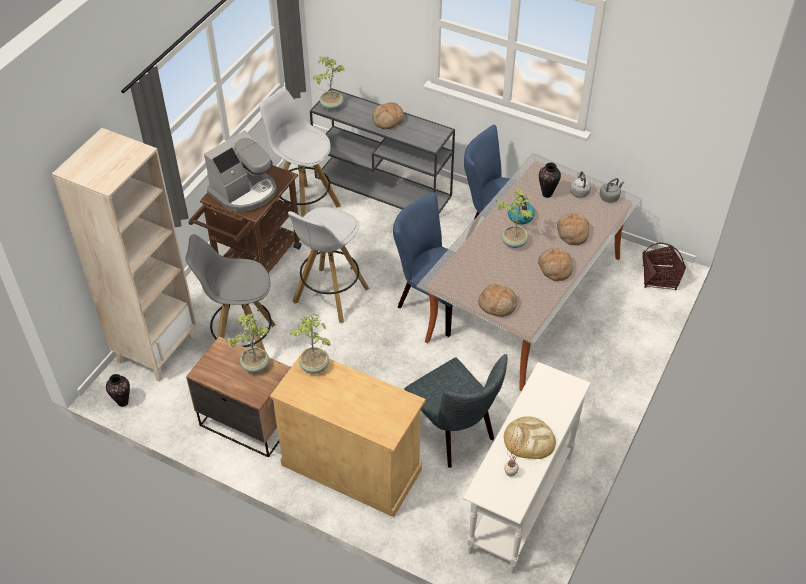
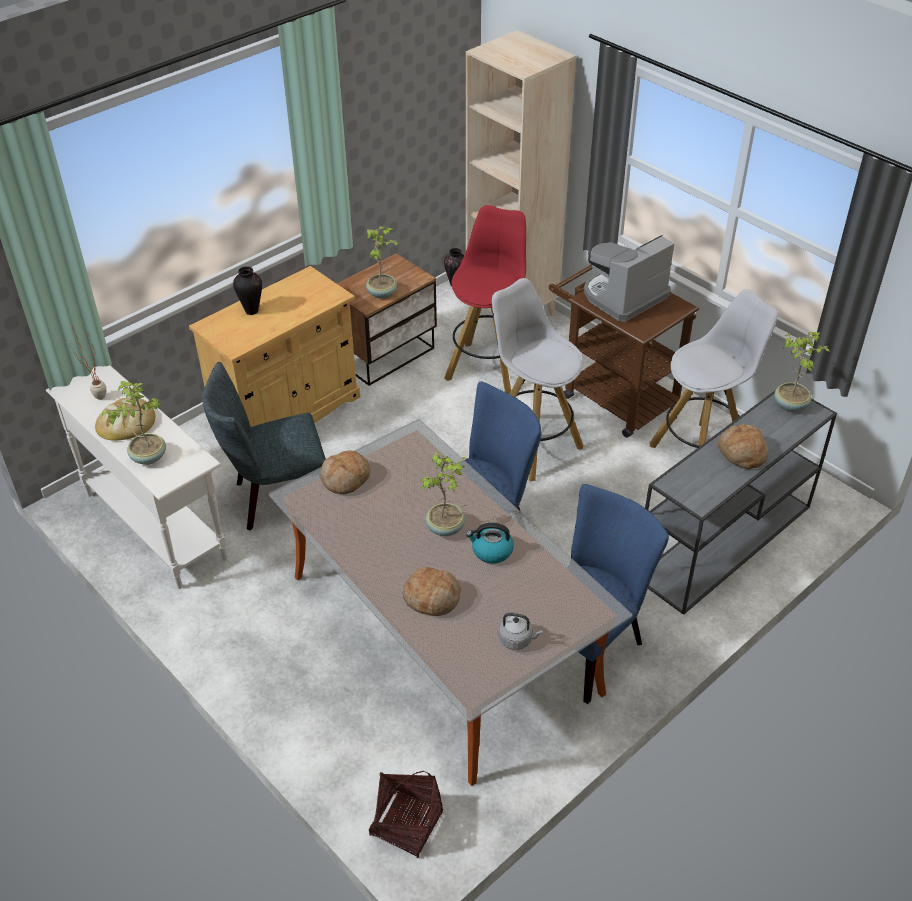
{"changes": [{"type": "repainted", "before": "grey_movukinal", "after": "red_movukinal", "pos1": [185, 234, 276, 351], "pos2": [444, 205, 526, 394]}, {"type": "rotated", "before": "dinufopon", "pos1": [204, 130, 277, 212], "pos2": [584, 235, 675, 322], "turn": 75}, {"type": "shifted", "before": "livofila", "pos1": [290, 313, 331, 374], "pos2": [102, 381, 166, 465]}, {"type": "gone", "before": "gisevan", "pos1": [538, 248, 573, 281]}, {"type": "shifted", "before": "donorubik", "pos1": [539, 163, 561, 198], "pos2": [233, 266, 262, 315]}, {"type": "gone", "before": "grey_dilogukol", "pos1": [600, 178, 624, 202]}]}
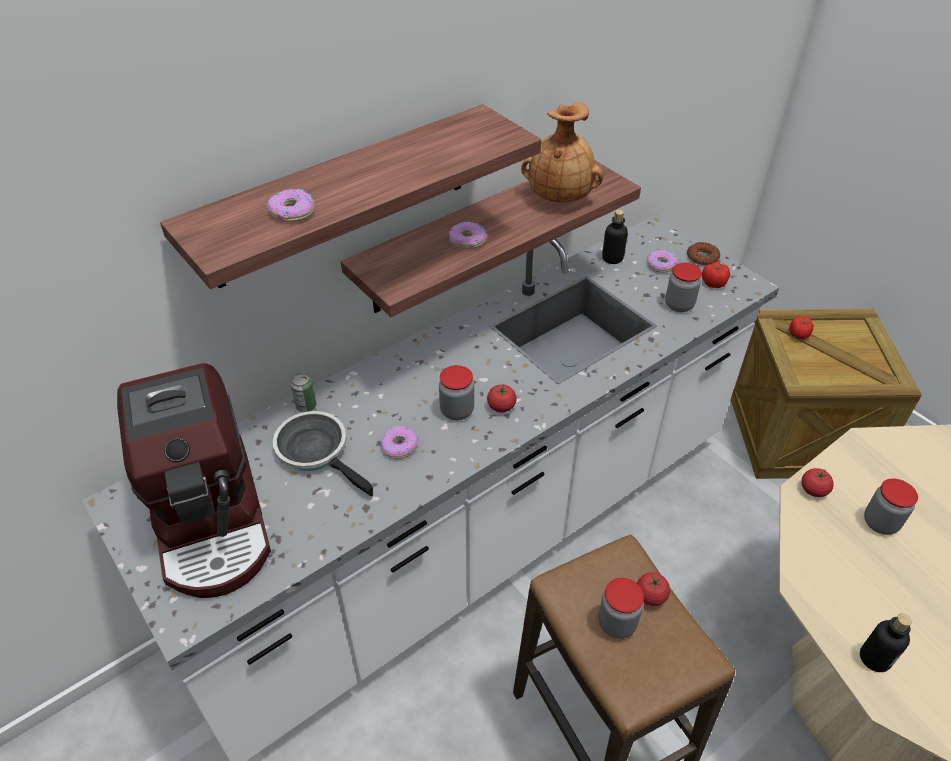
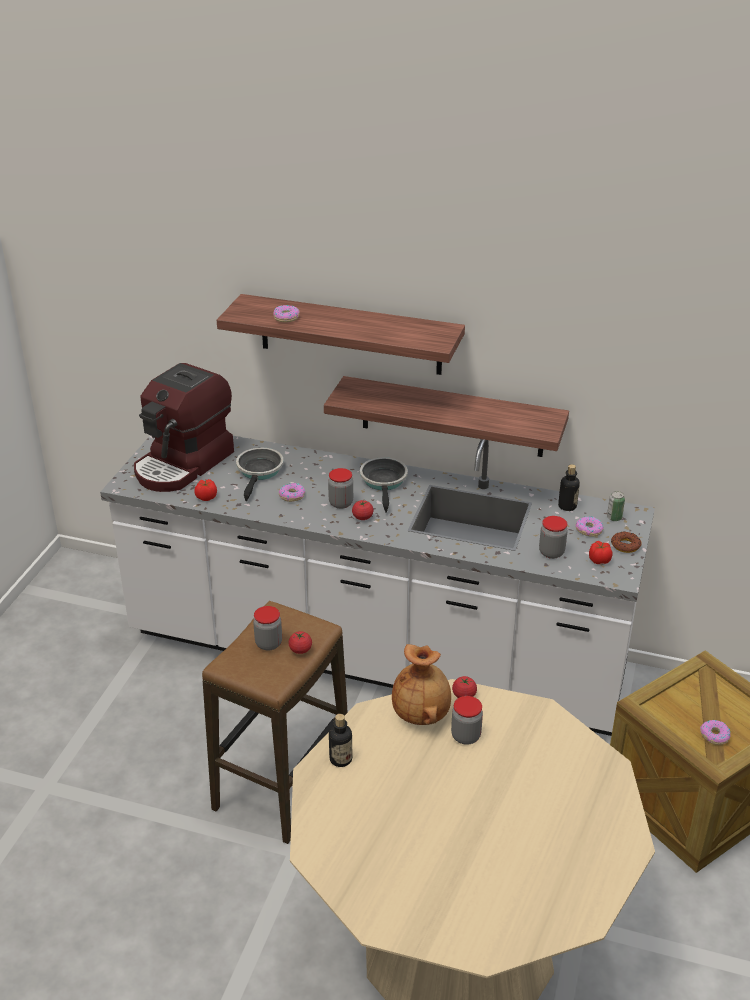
{"changes": [{"type": "shifted", "before": "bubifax", "pos1": [291, 373, 316, 412], "pos2": [607, 491, 625, 521]}, {"type": "shifted", "before": "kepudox", "pos1": [449, 221, 487, 249], "pos2": [700, 720, 731, 745]}, {"type": "shifted", "before": "brown_donorubik", "pos1": [521, 102, 603, 203], "pos2": [392, 644, 451, 725]}, {"type": "shifted", "before": "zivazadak", "pos1": [789, 316, 814, 339], "pos2": [194, 479, 217, 501]}, {"type": "new", "after": "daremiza", "pos2": [360, 457, 408, 513]}]}
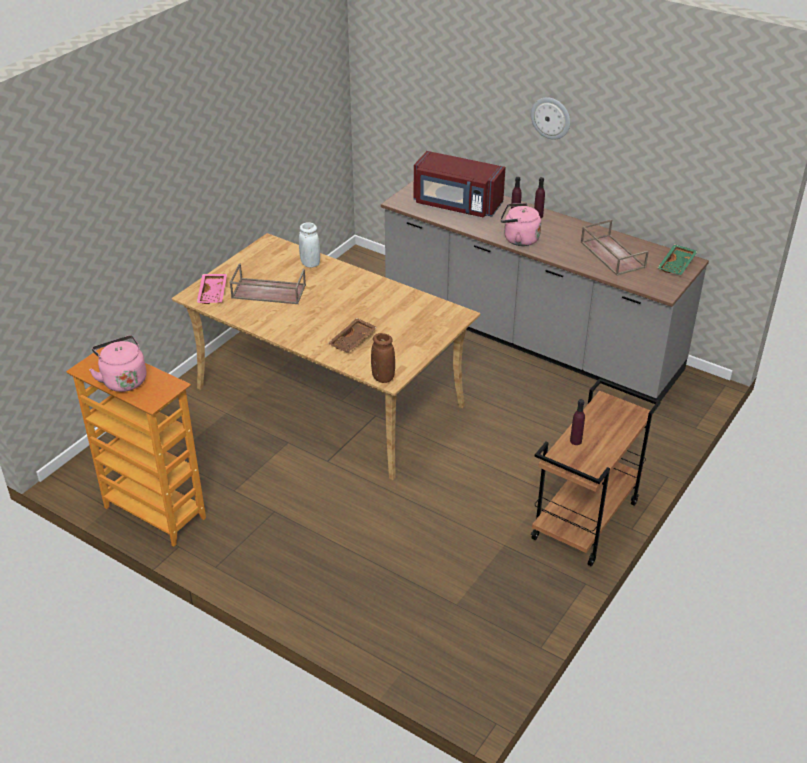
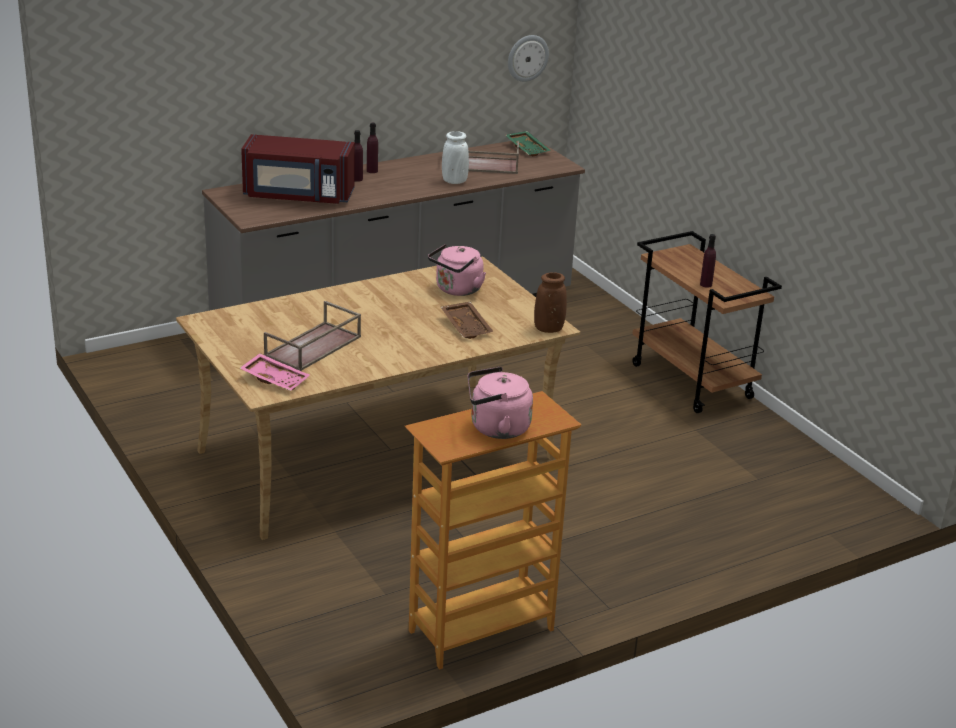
{"changes": [{"type": "shifted", "before": "white_donorubik", "pos1": [299, 222, 320, 268], "pos2": [442, 131, 469, 184]}, {"type": "rotated", "before": "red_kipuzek", "pos1": [413, 151, 505, 218], "pos2": [241, 134, 355, 204], "turn": 45}, {"type": "shifted", "before": "pink_dilogukol", "pos1": [500, 203, 541, 246], "pos2": [428, 244, 486, 296]}, {"type": "shifted", "before": "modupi", "pos1": [531, 97, 570, 140], "pos2": [508, 35, 549, 82]}]}
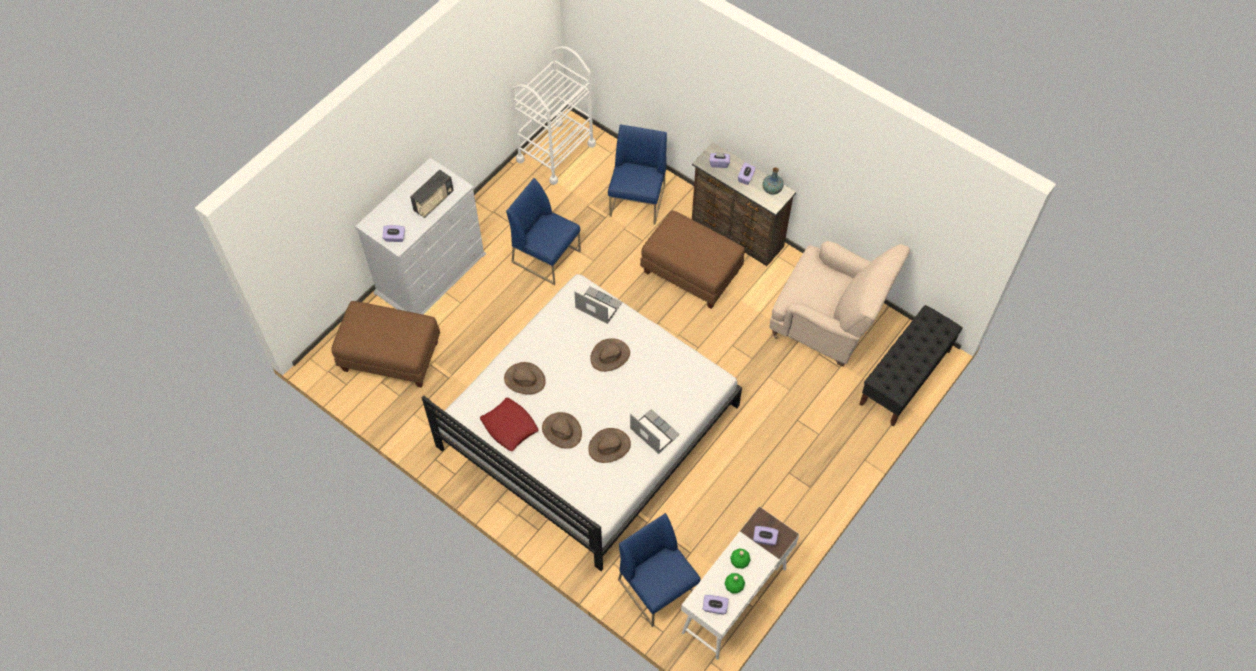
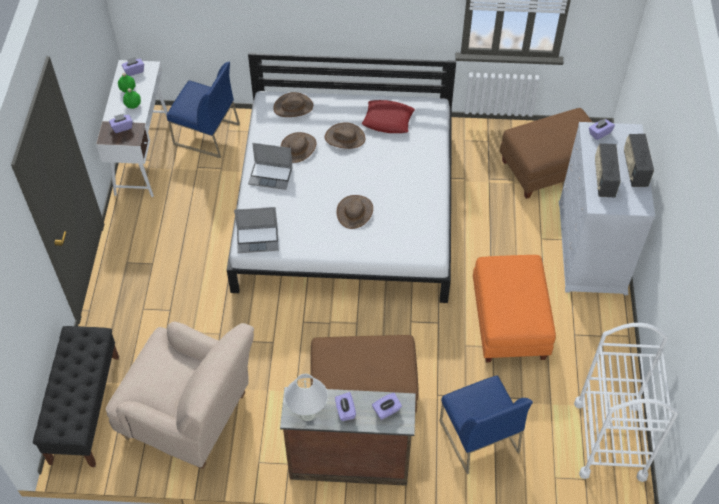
{"changes": [{"type": "shifted", "before": "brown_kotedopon", "pos1": [504, 362, 546, 394], "pos2": [273, 92, 313, 117]}, {"type": "swapped", "before": "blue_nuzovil", "after": "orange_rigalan", "pos1": [506, 178, 581, 285], "pos2": [473, 255, 556, 362]}, {"type": "shifted", "before": "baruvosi", "pos1": [574, 287, 622, 324], "pos2": [234, 207, 279, 253]}, {"type": "swapped", "before": "donorubik", "after": "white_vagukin", "pos1": [763, 167, 784, 195], "pos2": [285, 374, 328, 421]}, {"type": "rotated", "before": "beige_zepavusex", "pos1": [769, 241, 910, 367], "pos2": [106, 322, 254, 469], "turn": -150}, {"type": "new", "after": "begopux", "pos2": [624, 134, 654, 187]}]}
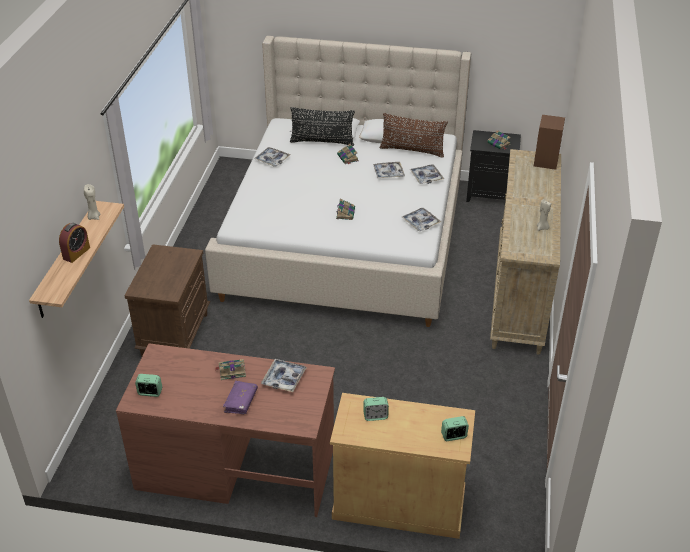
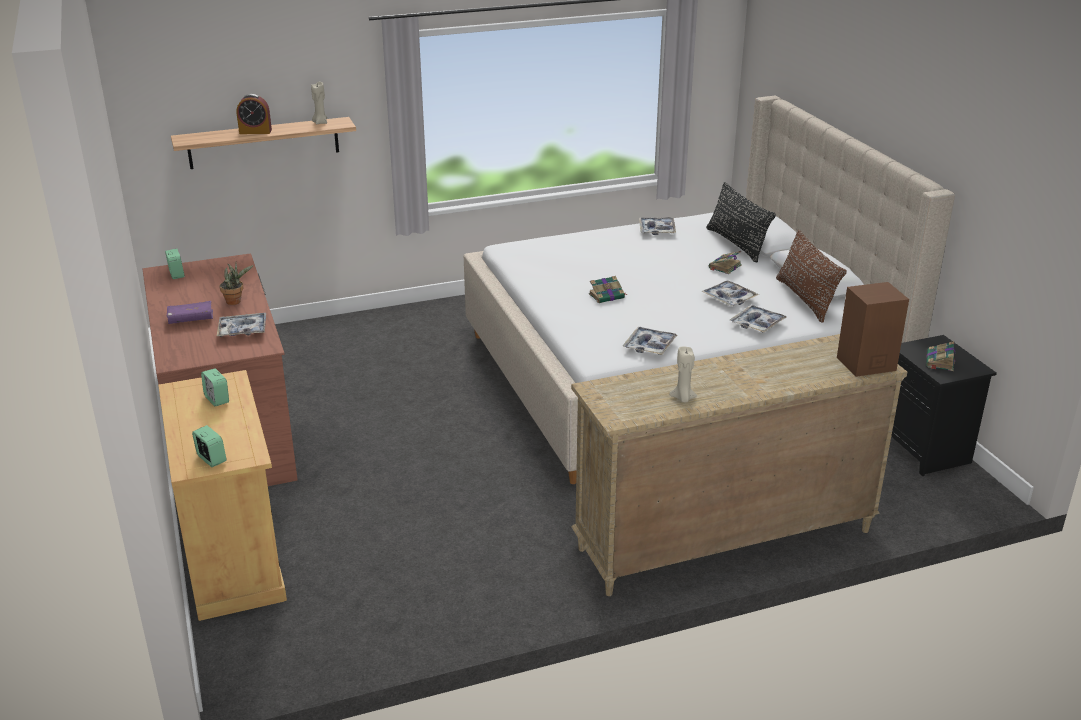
{"changes": [{"type": "gone", "before": "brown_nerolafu", "pos1": [124, 244, 210, 356]}, {"type": "swapped", "before": "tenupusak", "after": "livofila", "pos1": [215, 359, 246, 380], "pos2": [220, 263, 254, 305]}]}
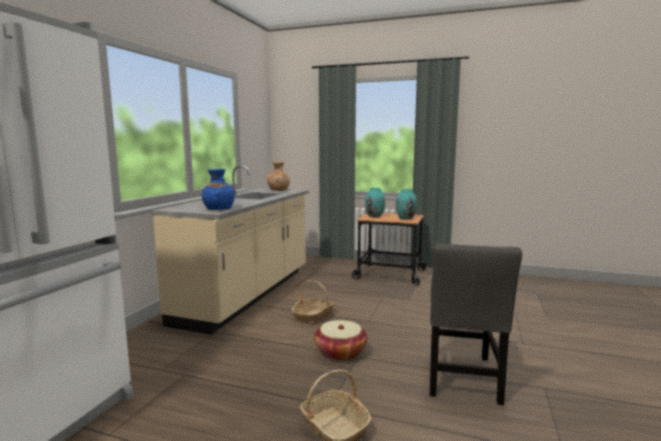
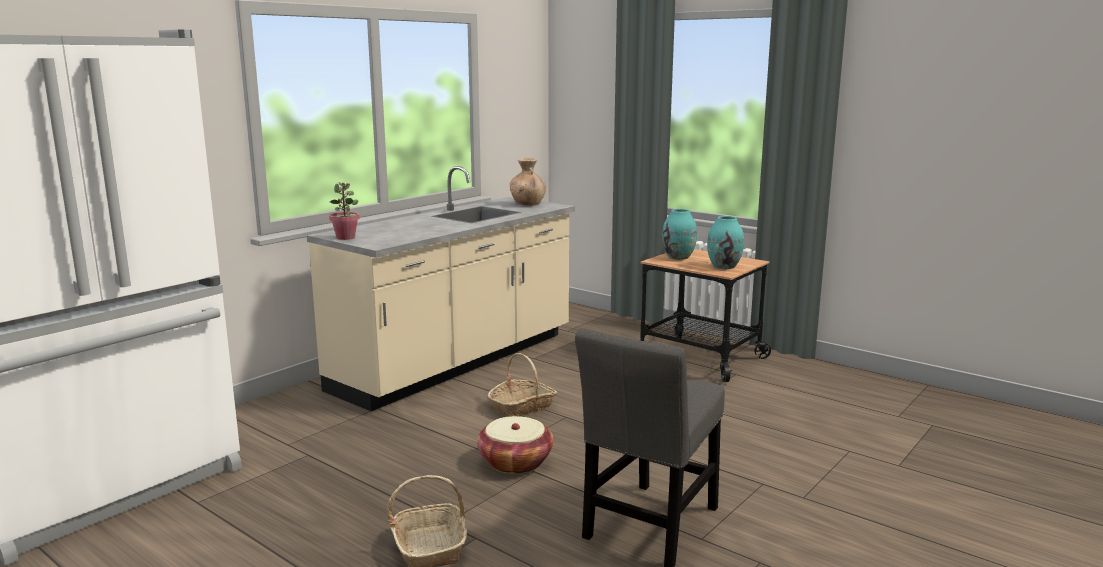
{"changes": [{"type": "gone", "before": "blue_donorubik", "pos1": [202, 169, 235, 210]}, {"type": "new", "after": "livofila", "pos2": [329, 182, 360, 240]}]}
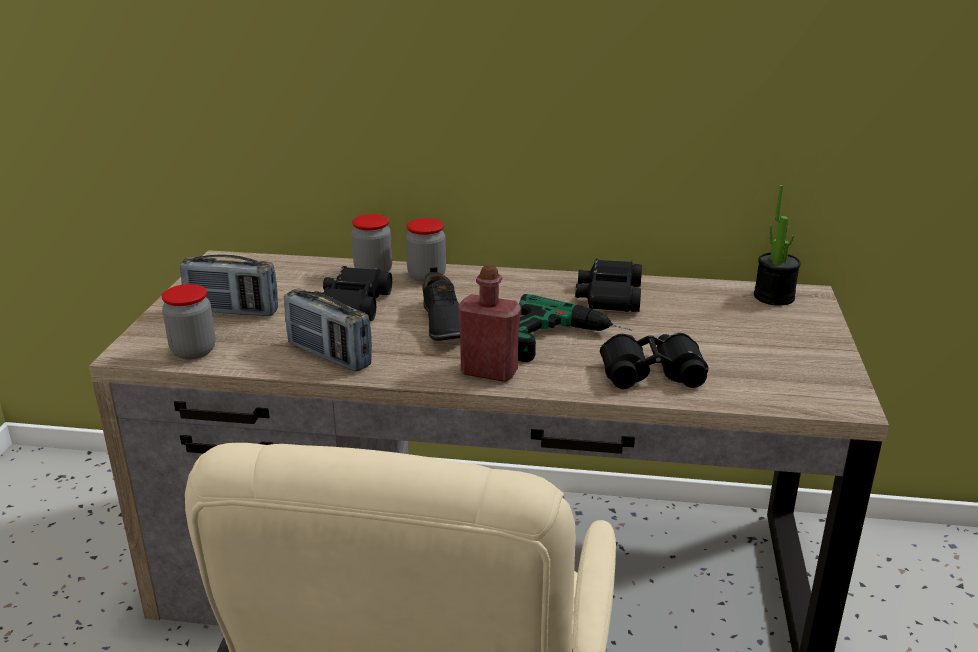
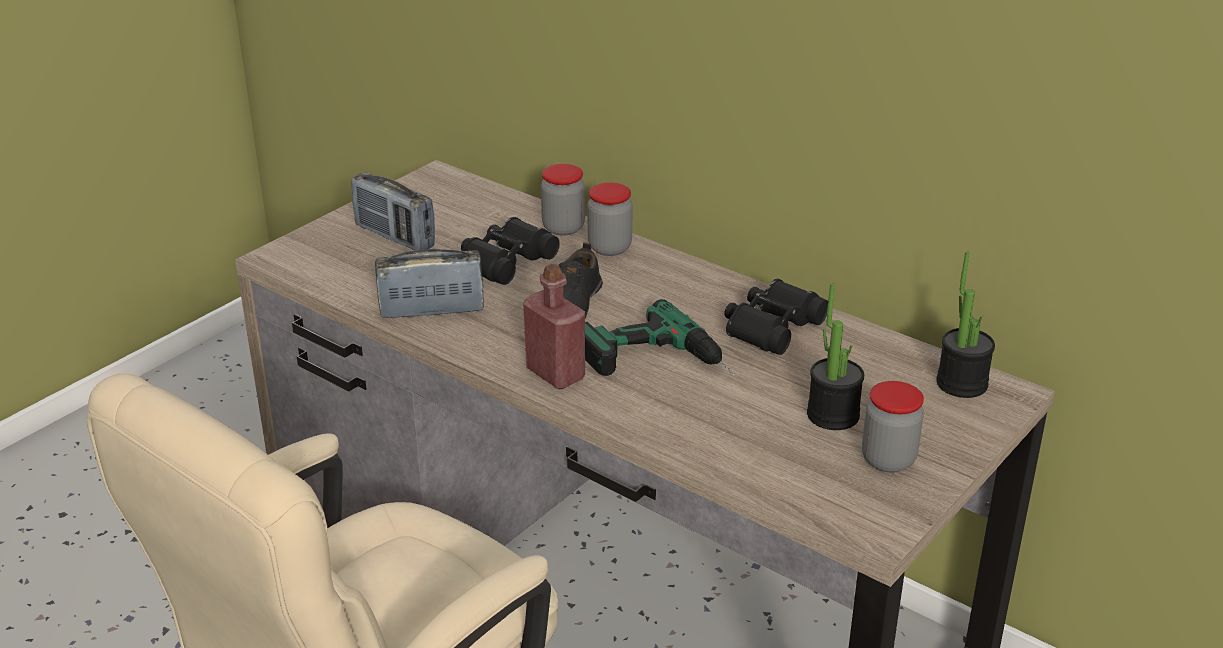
{"changes": [{"type": "shifted", "before": "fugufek", "pos1": [162, 284, 215, 360], "pos2": [862, 381, 924, 473]}, {"type": "rotated", "before": "begopux", "pos1": [284, 289, 372, 372], "pos2": [375, 249, 484, 318], "turn": 105}, {"type": "gone", "before": "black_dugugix", "pos1": [600, 333, 709, 389]}, {"type": "new", "after": "livofila", "pos2": [807, 284, 864, 430]}]}
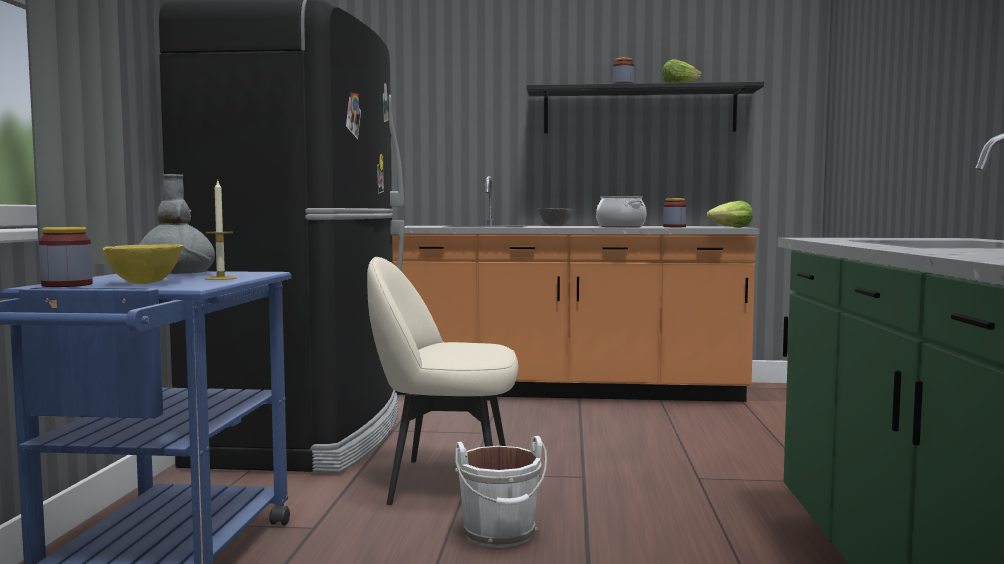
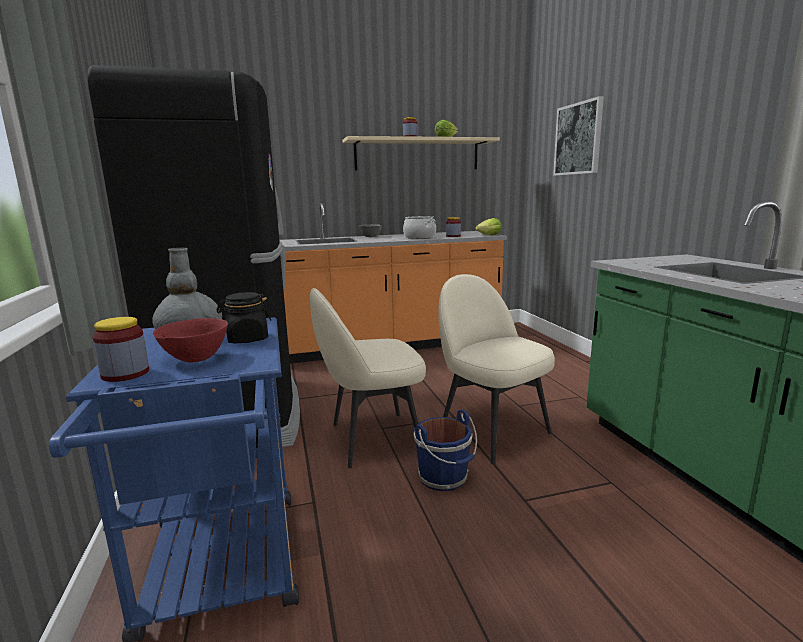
{"changes": [{"type": "repainted", "before": "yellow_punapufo", "after": "red_punapufo", "pos1": [103, 244, 184, 284], "pos2": [153, 318, 228, 363]}, {"type": "swapped", "before": "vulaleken", "after": "black_fugufek", "pos1": [205, 181, 237, 280], "pos2": [216, 292, 271, 343]}, {"type": "repainted", "before": "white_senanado", "after": "blue_senanado", "pos1": [455, 436, 547, 548], "pos2": [414, 409, 477, 491]}, {"type": "repainted", "before": "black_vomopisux", "after": "beige_vomopisux", "pos1": [527, 81, 764, 133], "pos2": [343, 136, 500, 170]}, {"type": "new", "after": "beige_nuzovil", "pos2": [438, 274, 555, 464]}, {"type": "new", "after": "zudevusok", "pos2": [553, 96, 604, 176]}]}
